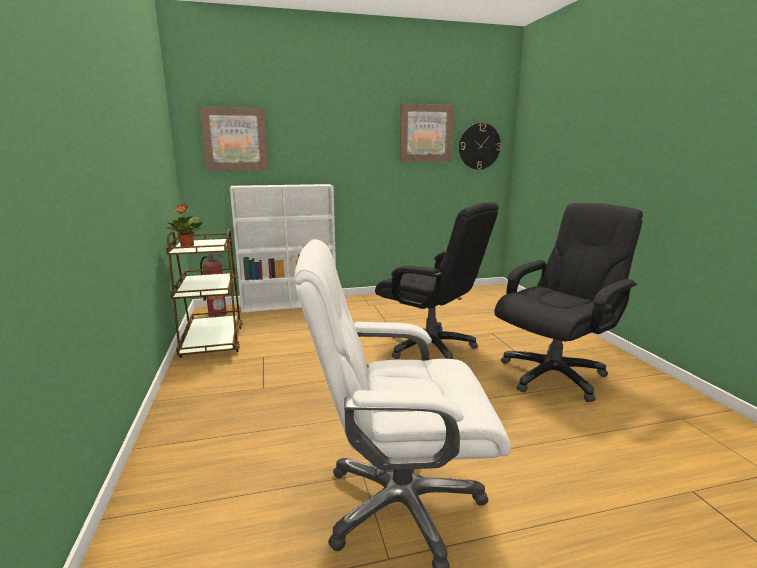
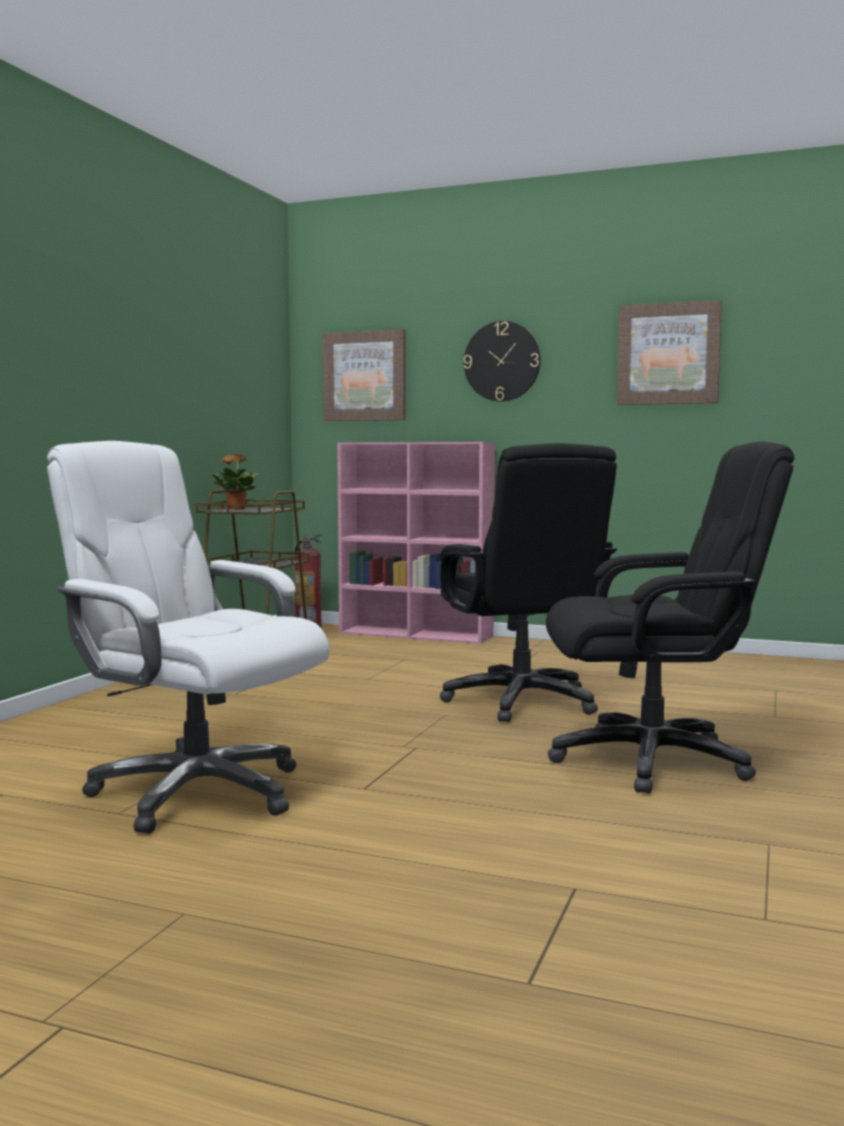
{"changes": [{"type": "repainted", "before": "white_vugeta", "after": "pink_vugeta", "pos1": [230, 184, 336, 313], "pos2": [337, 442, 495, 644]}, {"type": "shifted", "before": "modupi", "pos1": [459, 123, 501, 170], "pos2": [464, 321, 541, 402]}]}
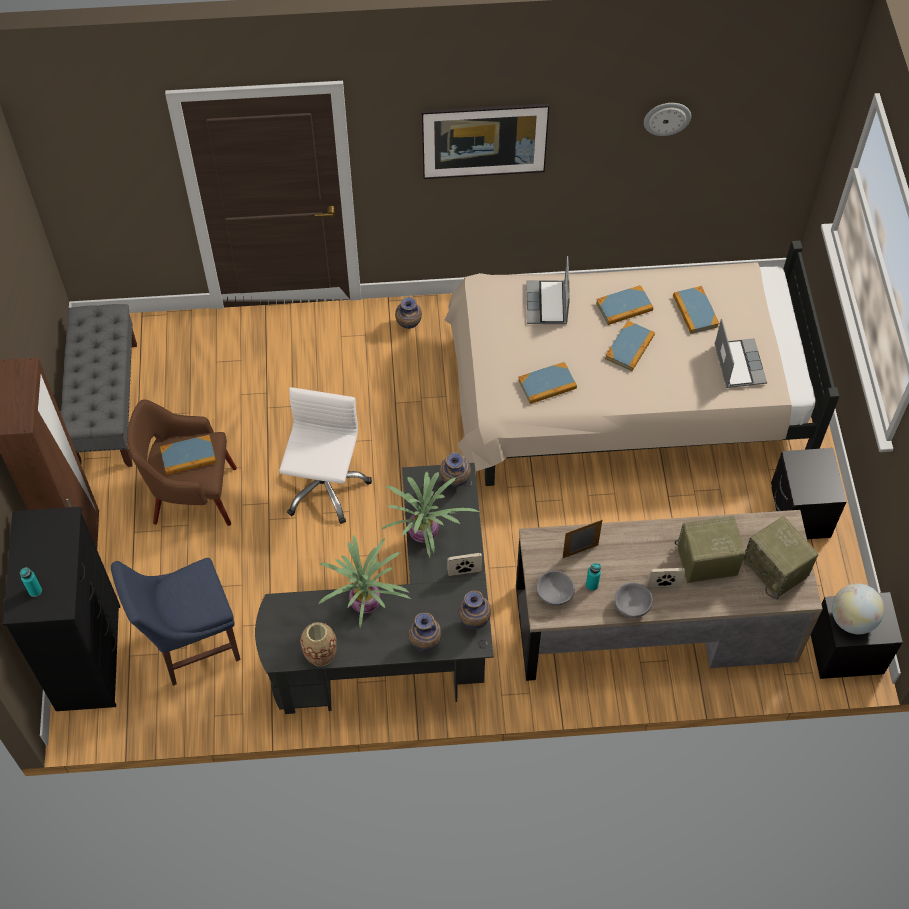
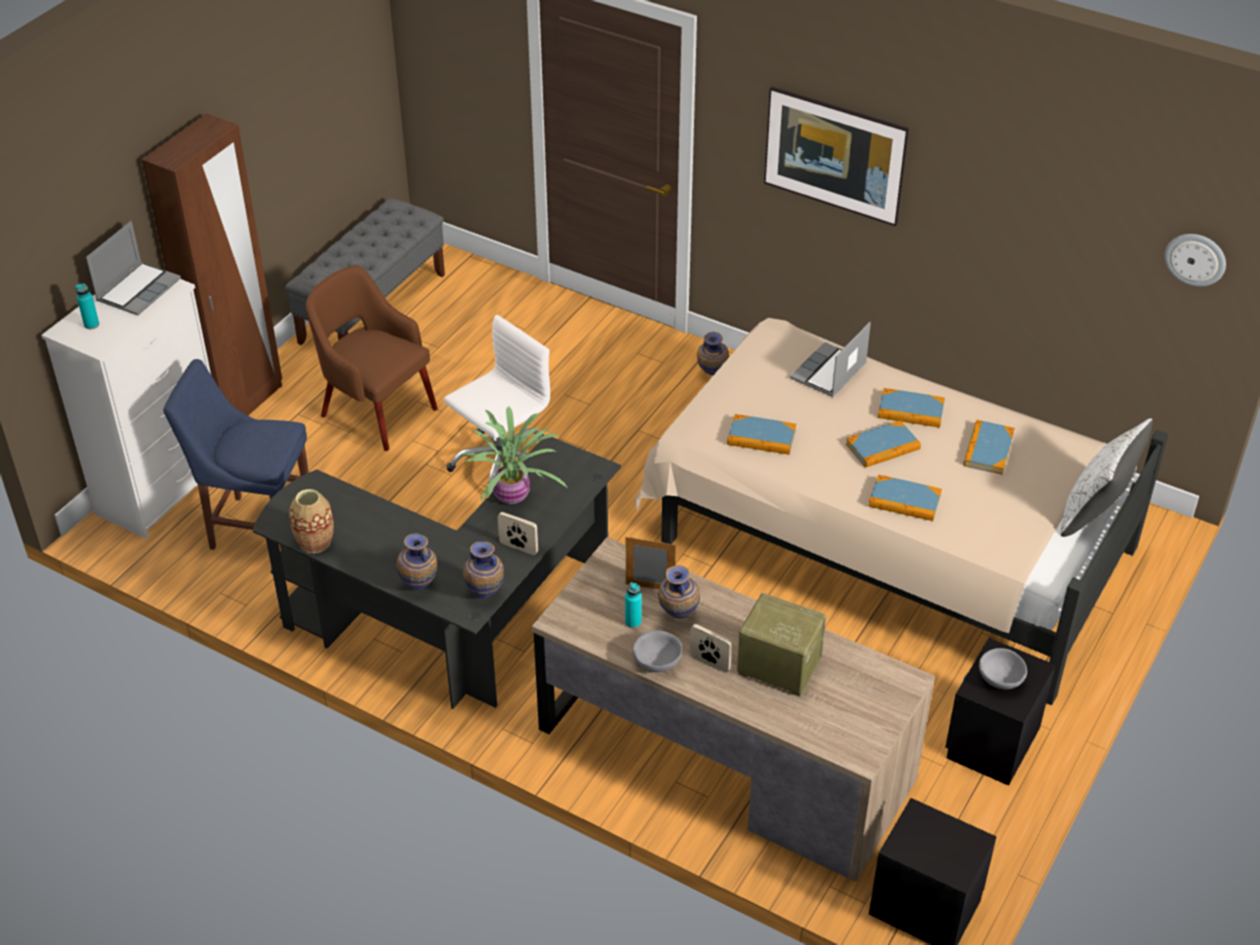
{"changes": [{"type": "repainted", "before": "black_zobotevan", "after": "white_zobotevan", "pos1": [3, 507, 120, 711], "pos2": [41, 279, 211, 539]}, {"type": "shifted", "before": "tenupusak", "pos1": [160, 435, 216, 475], "pos2": [869, 475, 942, 521]}, {"type": "gone", "before": "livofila", "pos1": [318, 535, 411, 628]}, {"type": "shifted", "before": "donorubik", "pos1": [440, 452, 471, 487], "pos2": [658, 565, 700, 619]}, {"type": "shifted", "before": "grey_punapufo", "pos1": [537, 571, 575, 606], "pos2": [979, 648, 1027, 690]}, {"type": "shifted", "before": "modupi", "pos1": [644, 103, 691, 136], "pos2": [1165, 234, 1226, 286]}, {"type": "shifted", "before": "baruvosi", "pos1": [714, 319, 767, 388], "pos2": [86, 221, 181, 315]}, {"type": "gone", "before": "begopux", "pos1": [743, 516, 819, 599]}, {"type": "gone", "before": "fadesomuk", "pos1": [832, 583, 884, 634]}, {"type": "new", "after": "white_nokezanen", "pos2": [1061, 418, 1153, 537]}]}
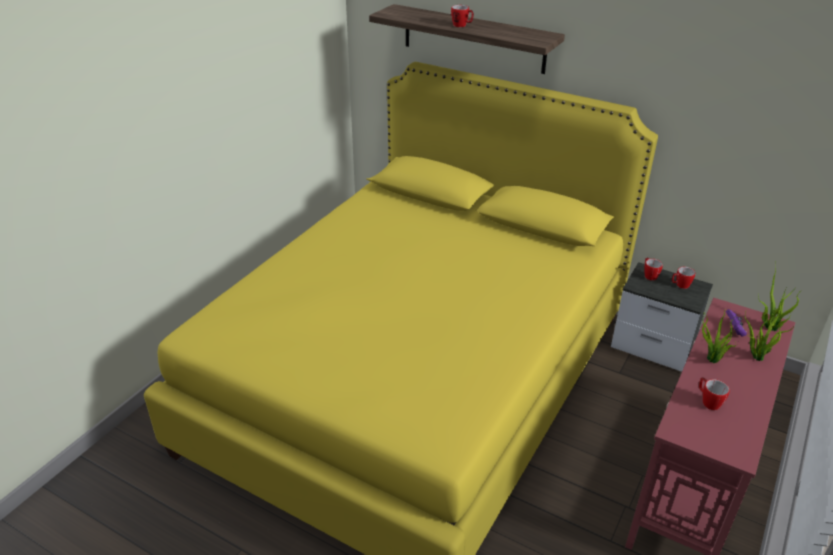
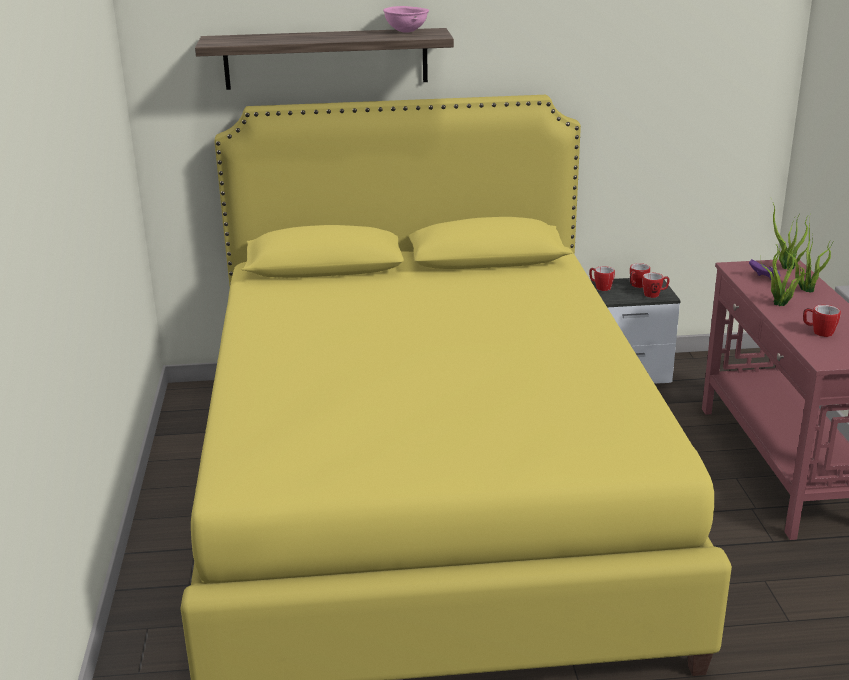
{"changes": [{"type": "shifted", "before": "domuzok", "pos1": [451, 5, 474, 27], "pos2": [642, 273, 670, 298]}, {"type": "new", "after": "pink_punapufo", "pos2": [383, 6, 429, 32]}]}
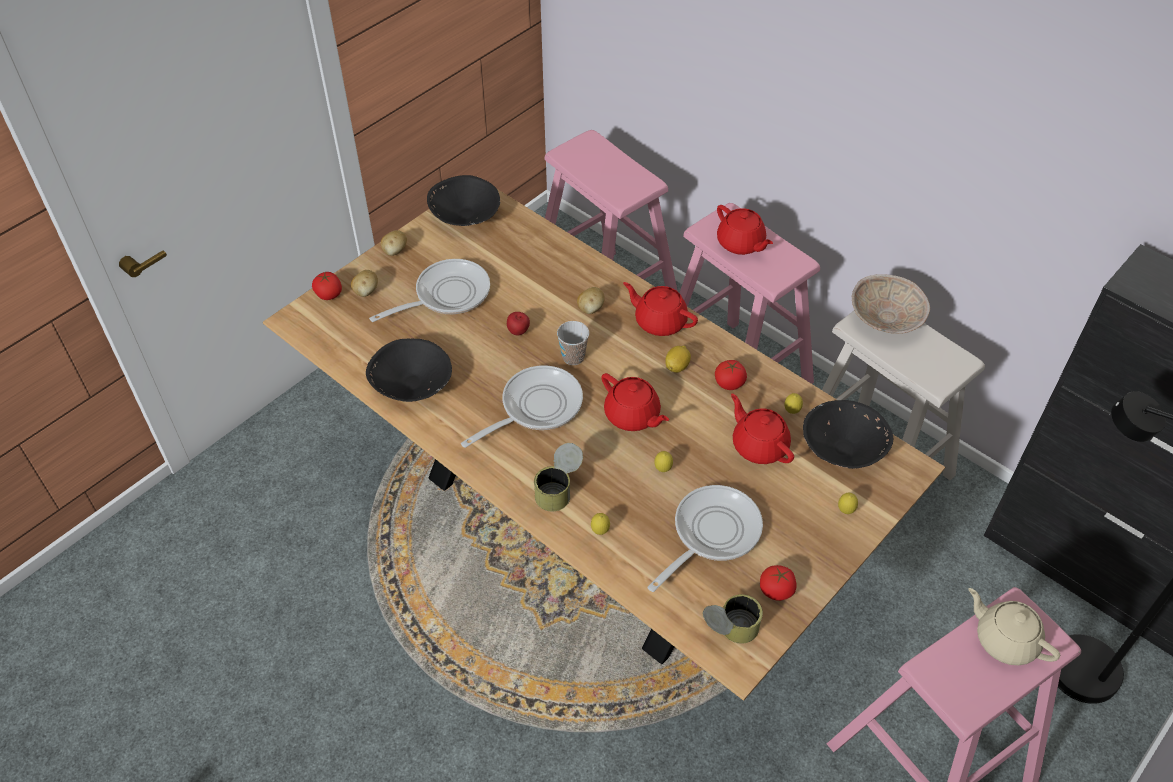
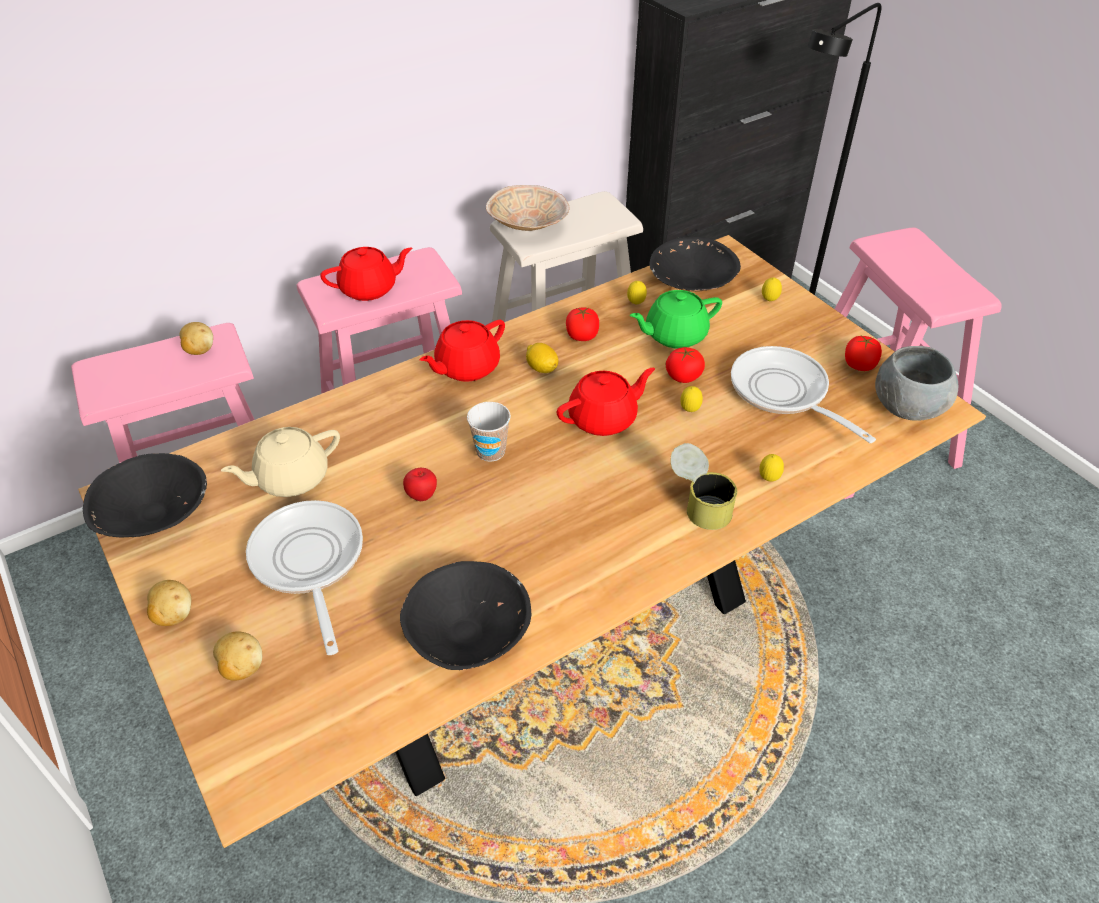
{"changes": [{"type": "shifted", "before": "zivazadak", "pos1": [312, 272, 342, 300], "pos2": [666, 347, 705, 383]}, {"type": "gone", "before": "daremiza", "pos1": [461, 365, 583, 448]}, {"type": "shifted", "before": "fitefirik", "pos1": [577, 287, 605, 314], "pos2": [180, 322, 213, 355]}, {"type": "swapped", "before": "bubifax", "after": "grey_punapufo", "pos1": [703, 594, 763, 644], "pos2": [875, 346, 959, 421]}, {"type": "repainted", "before": "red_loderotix", "after": "green_loderotix", "pos1": [731, 394, 794, 464], "pos2": [630, 290, 722, 348]}, {"type": "shifted", "before": "beige_loderotix", "pos1": [968, 588, 1060, 665], "pos2": [221, 427, 340, 497]}]}
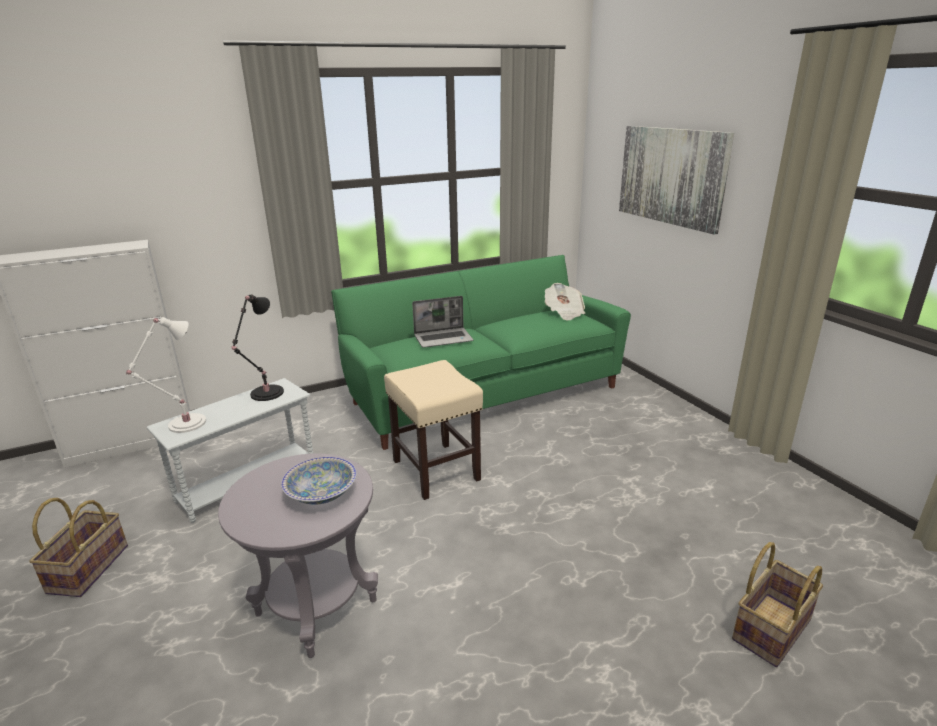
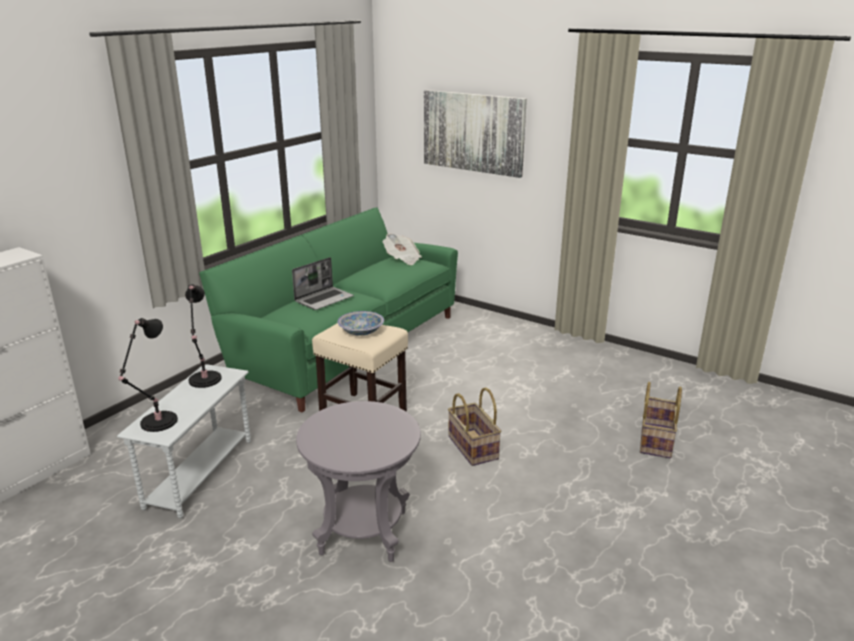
{"changes": [{"type": "shifted", "before": "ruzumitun", "pos1": [29, 498, 128, 597], "pos2": [448, 387, 501, 466]}, {"type": "repainted", "before": "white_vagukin", "after": "black_vagukin", "pos1": [126, 317, 206, 433], "pos2": [118, 318, 178, 432]}, {"type": "shifted", "before": "punapufo", "pos1": [281, 457, 357, 505], "pos2": [338, 311, 384, 336]}]}
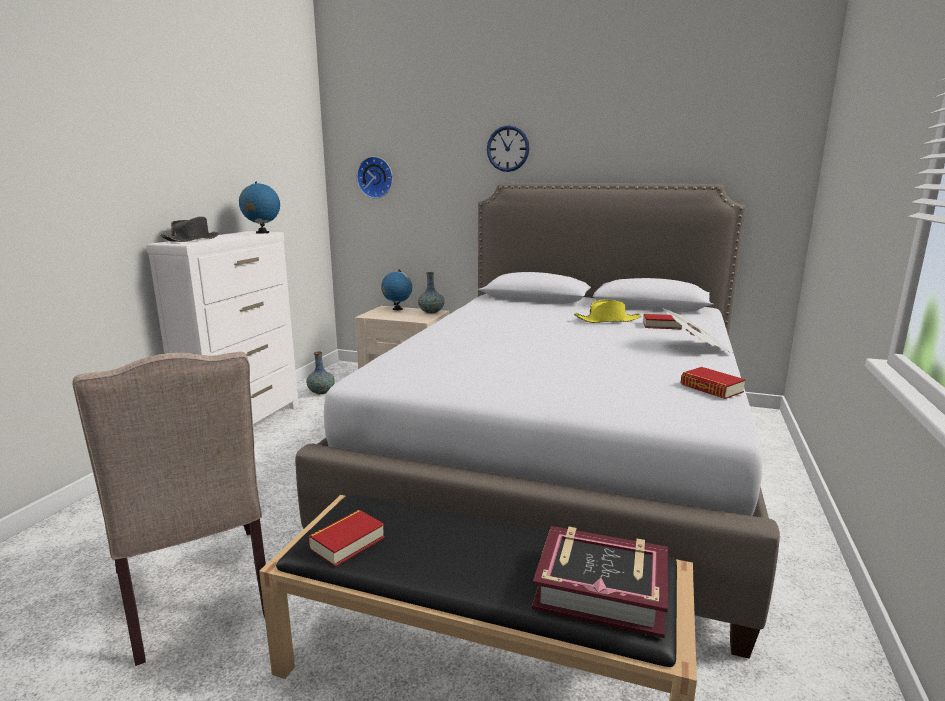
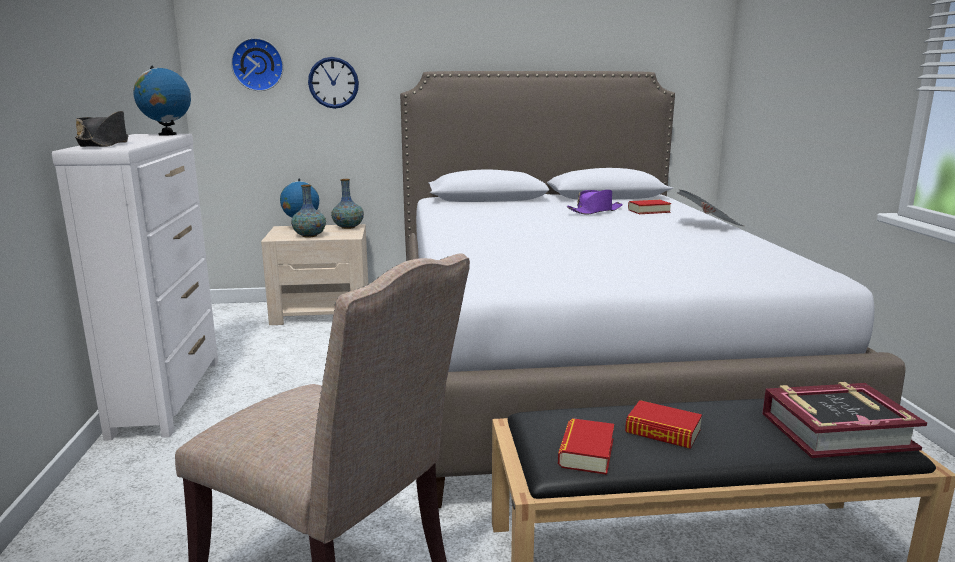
{"changes": [{"type": "shifted", "before": "donorubik", "pos1": [306, 351, 335, 394], "pos2": [291, 185, 326, 238]}, {"type": "shifted", "before": "modupi", "pos1": [487, 126, 529, 172], "pos2": [308, 57, 359, 109]}, {"type": "repainted", "before": "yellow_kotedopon", "after": "purple_kotedopon", "pos1": [574, 299, 641, 323], "pos2": [567, 190, 623, 215]}, {"type": "shifted", "before": "tenupusak", "pos1": [681, 367, 746, 399], "pos2": [625, 400, 702, 449]}]}
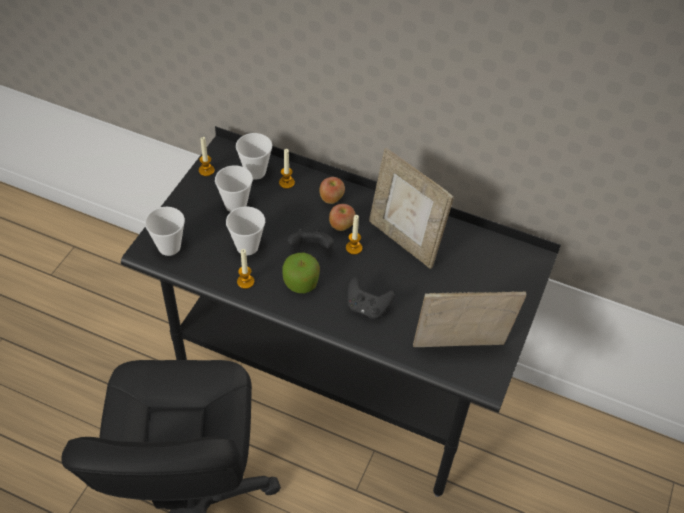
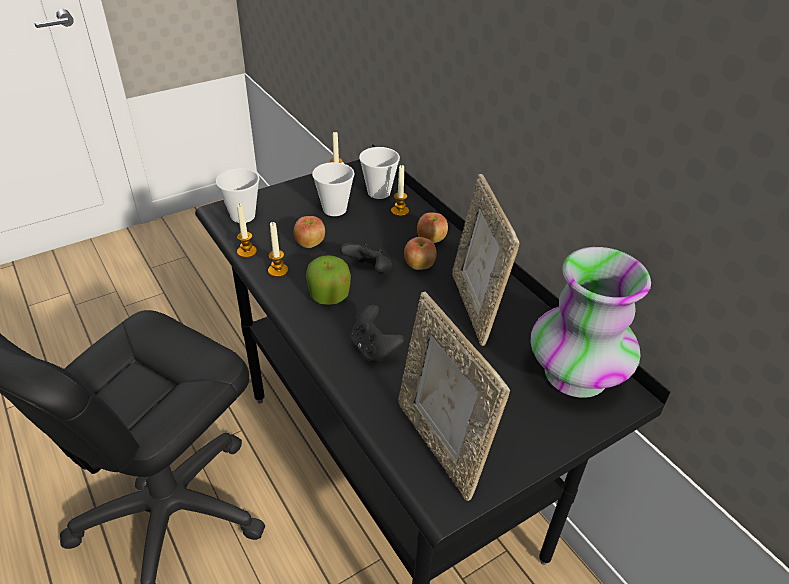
{"changes": [{"type": "swapped", "before": "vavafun", "after": "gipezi", "pos1": [226, 206, 265, 255], "pos2": [294, 216, 325, 248]}, {"type": "shifted", "before": "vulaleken", "pos1": [346, 215, 362, 255], "pos2": [237, 204, 257, 258]}, {"type": "rotated", "before": "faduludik", "pos1": [413, 291, 526, 347], "pos2": [398, 292, 510, 501], "turn": -150}, {"type": "new", "after": "donorubik", "pos2": [531, 247, 651, 398]}]}
